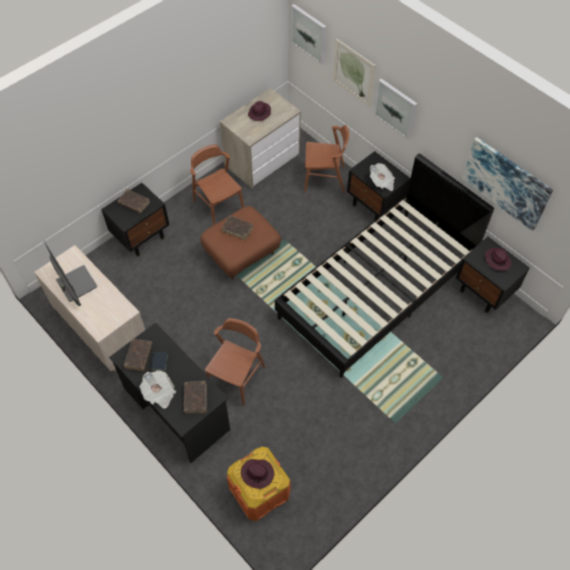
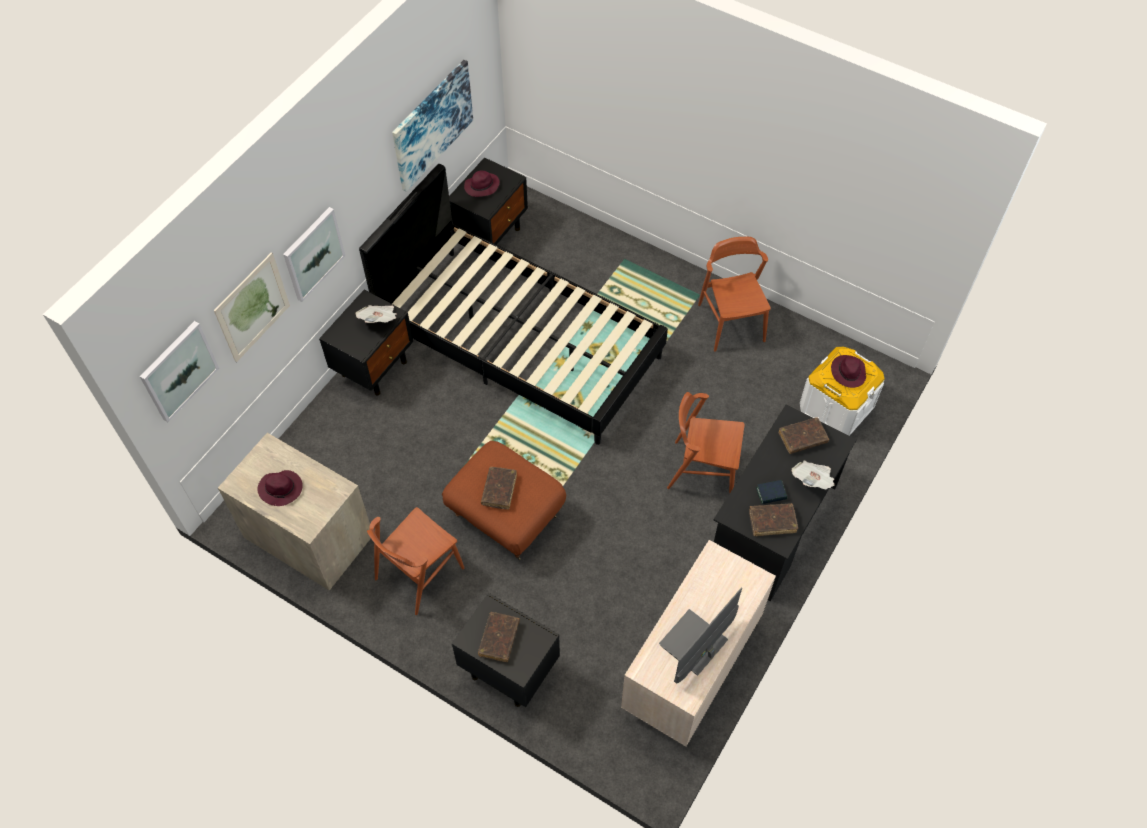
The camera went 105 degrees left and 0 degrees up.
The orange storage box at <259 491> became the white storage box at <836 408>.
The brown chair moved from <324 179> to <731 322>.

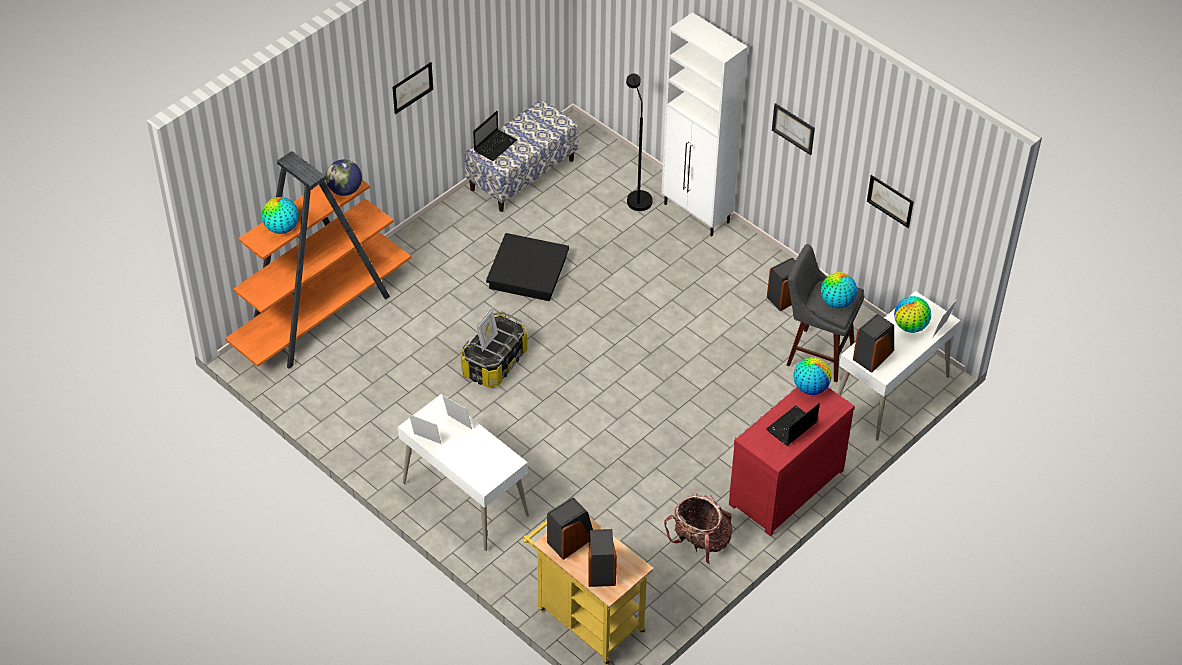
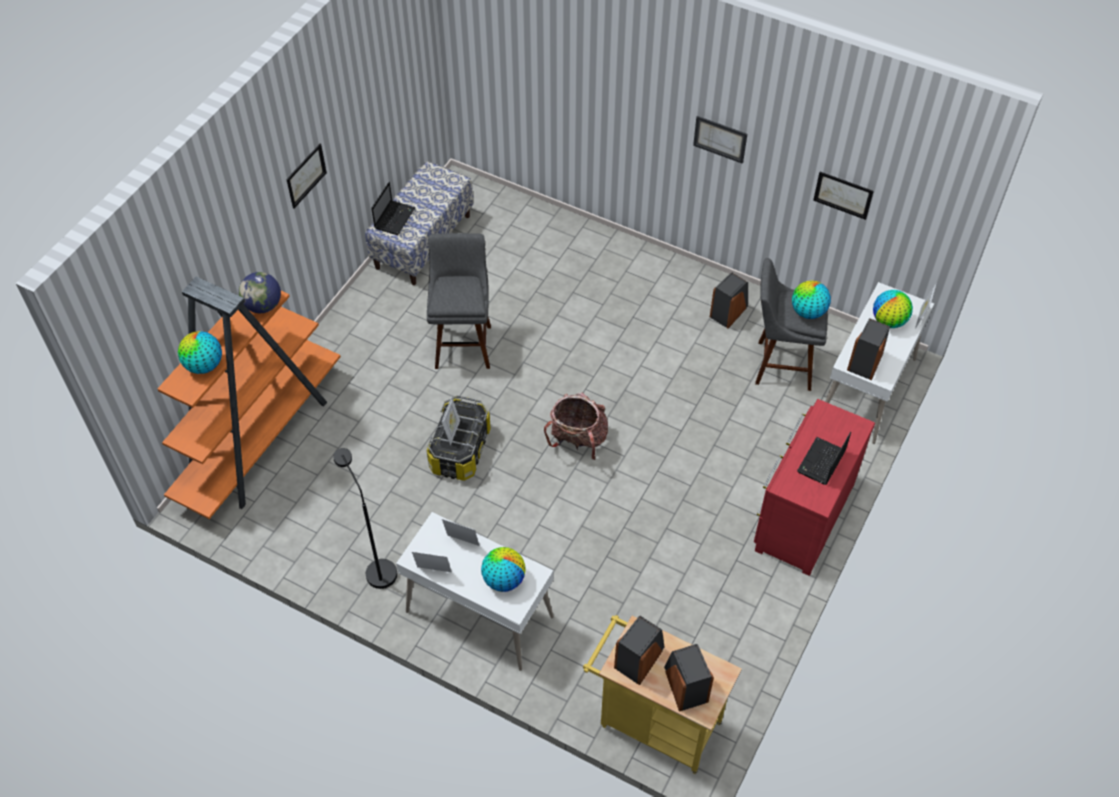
The camera went 15 degrees left and 5 degrees up.
The black storage box at <528 272> was replaced by the grey stool at <463 344>.
The black floor lamp moved from <636 197> to <376 568>.
The white cabinet at <697 214> disappeared.
The backpack moved from <700 542> to <577 440>.
The globe moved from <810 388> to <504 579>.

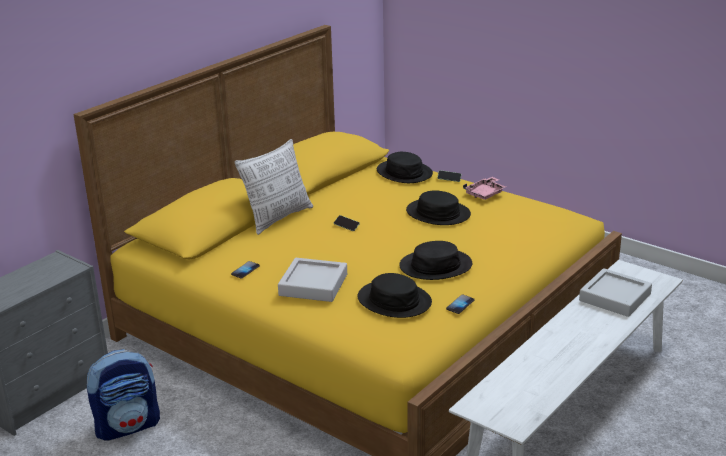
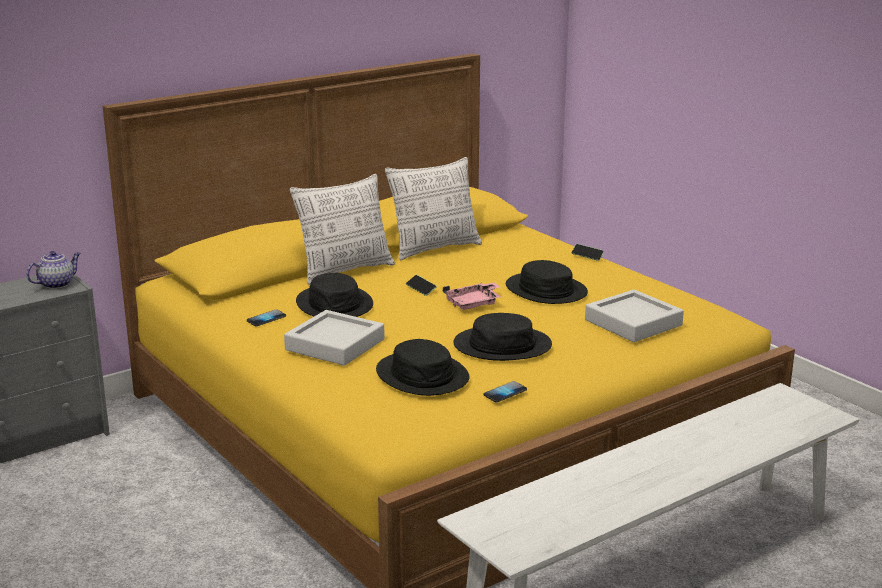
The camera went 15 degrees right and 5 degrees down.
The backpack at <128 426> disappeared.
The black hat moved from <404 172> to <335 304>.
The pink tray moved from <485 194> to <474 303>.
The grey tray moved from <615 297> to <633 323>.
The teapot at <57 284> appeared.
The pillow at <435 248> appeared.

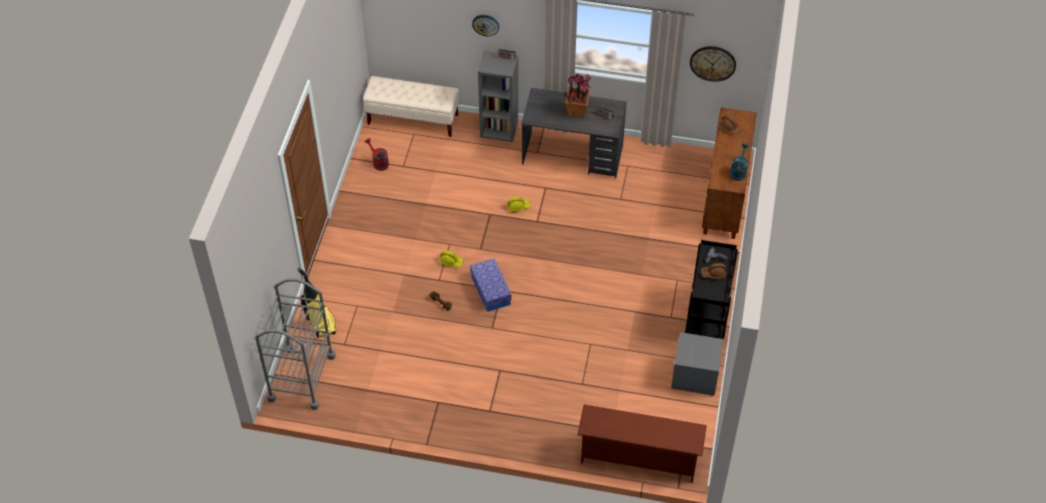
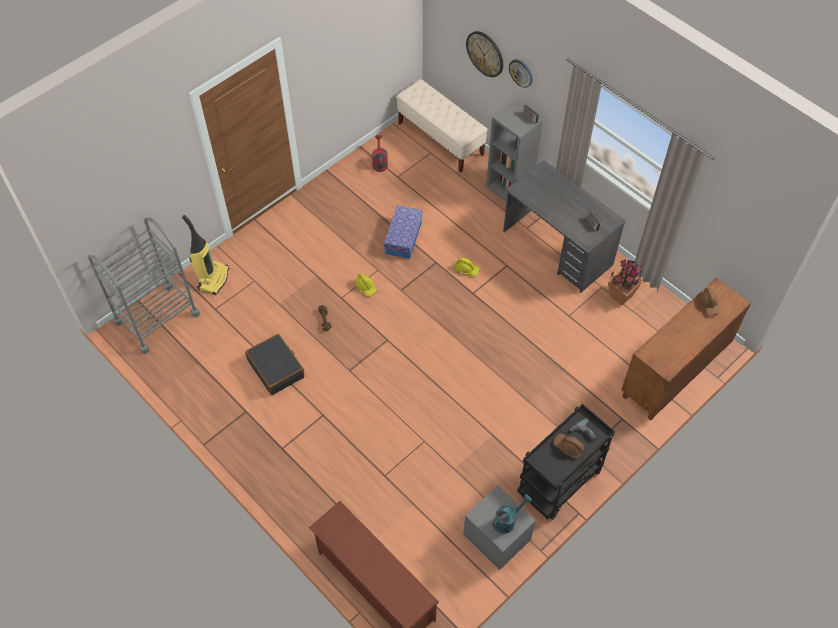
The camera went 35 degrees right and 5 degrees up.
The storage box moved from <490 290> to <403 237>.
The potted plant moved from <577 111> to <621 295>.
The wall clock moved from <713 63> to <485 53>.
The turquoise watering can moved from <738 171> to <507 520>.
The black suitcase at <276 368> appeared.

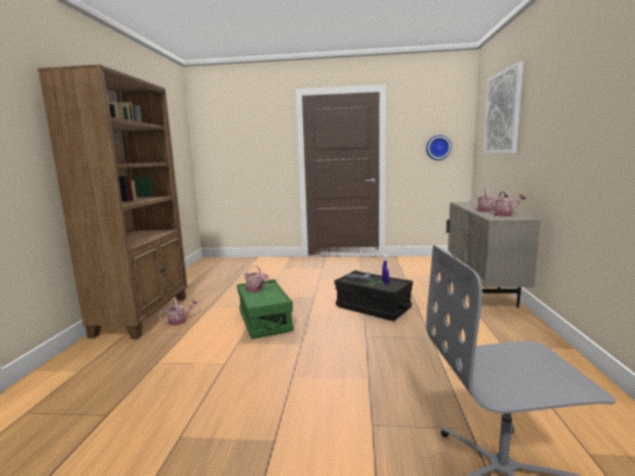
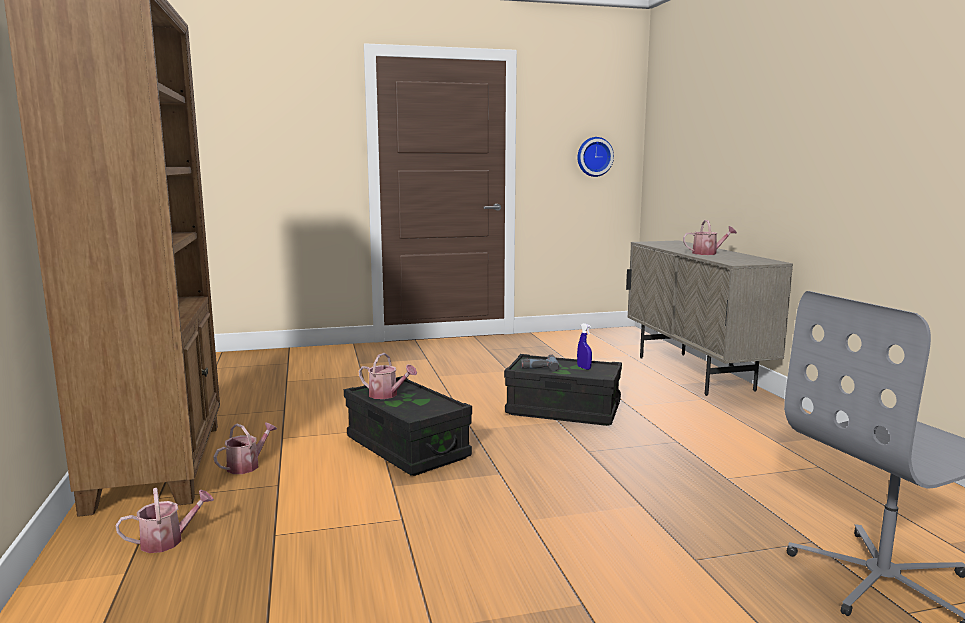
The camera went 20 degrees left and 0 degrees up.
The green storage box at <264 321> became the black storage box at <407 448>.
The picture at <502 113> disappeared.
The watering can moved from <505 215> to <168 540>.

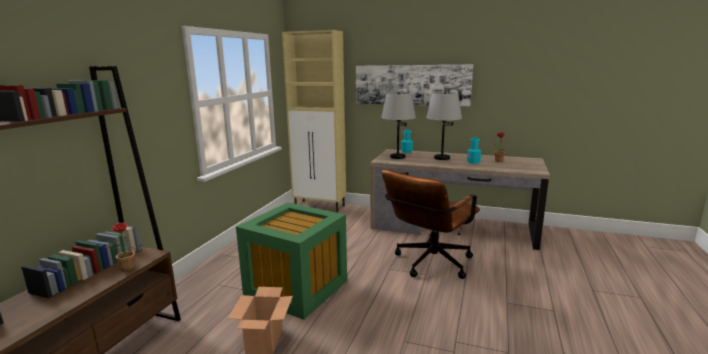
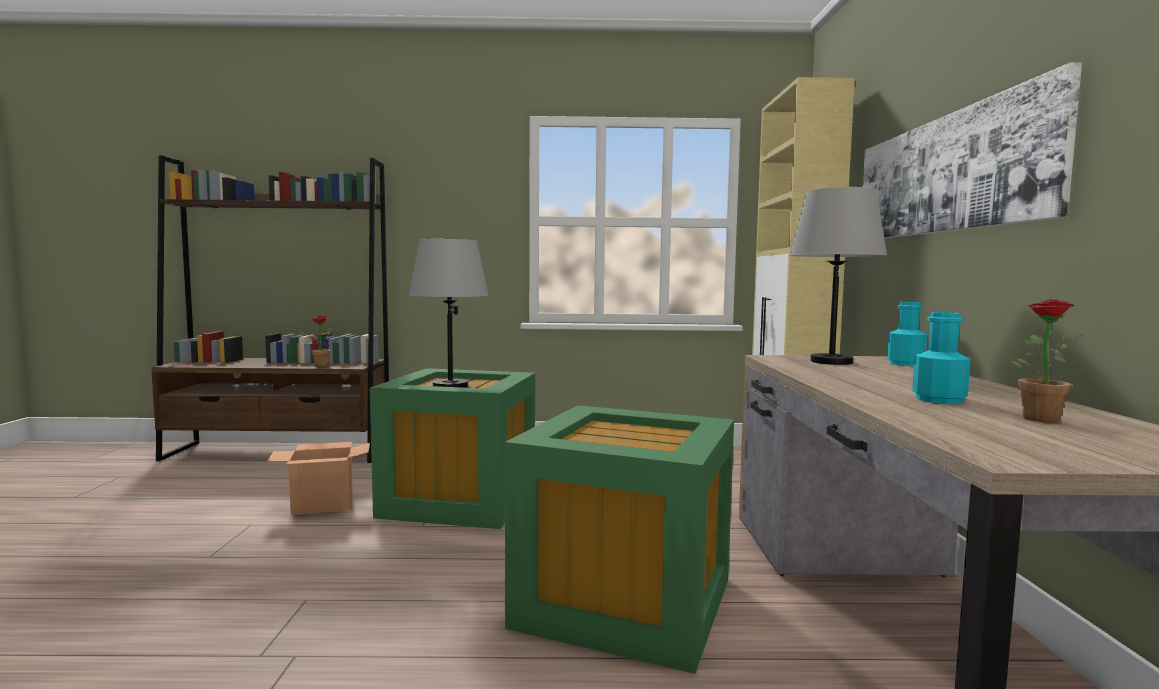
The camera went 70 degrees right and 10 degrees down.
The brown office chair at <429 264> was replaced by the green storage box at <623 600>.
The grey table lamp moved from <441 158> to <449 386>.

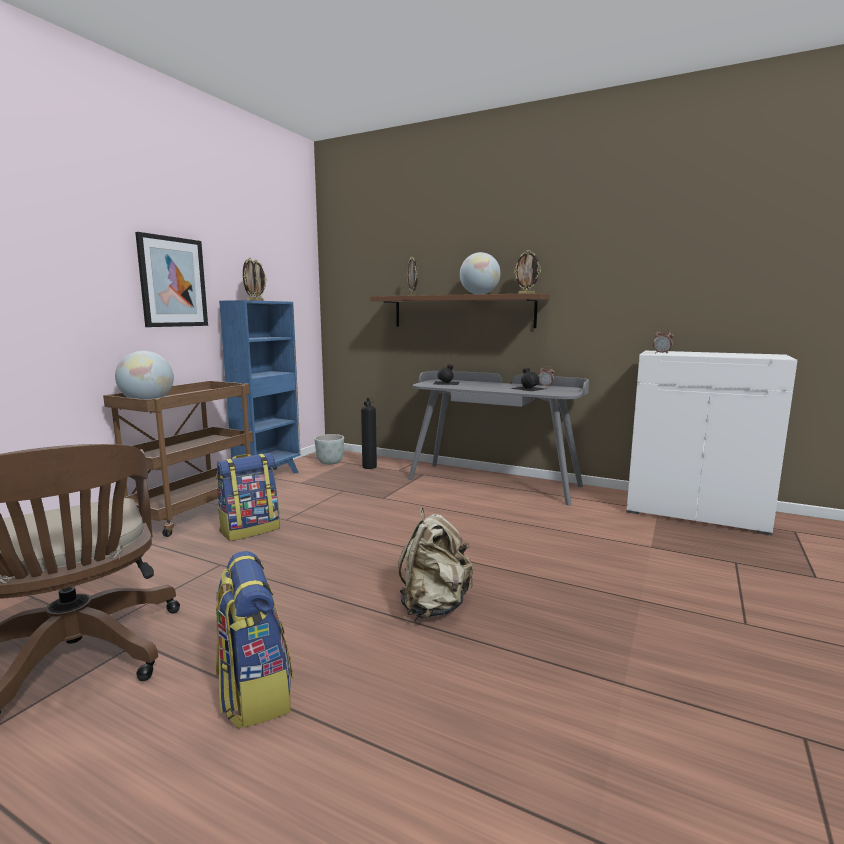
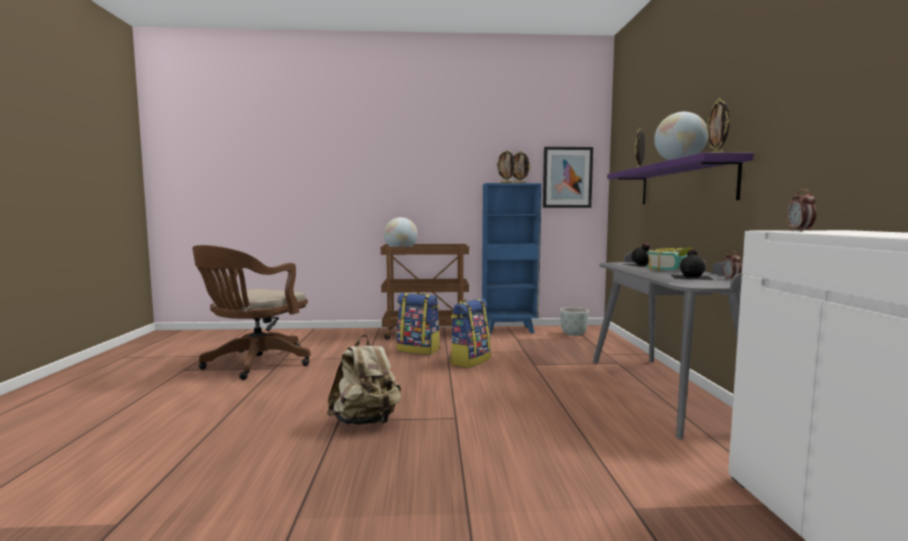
The camera went 60 degrees right and 5 degrees down.
The picture moved from <172 282> to <567 177>.
The backpack moved from <254 692> to <469 361>.
The fire extinguisher at <369 466> disappeared.
The brown shelf at <462 311> became the purple shelf at <683 184>.
The book at <672 270> appeared.

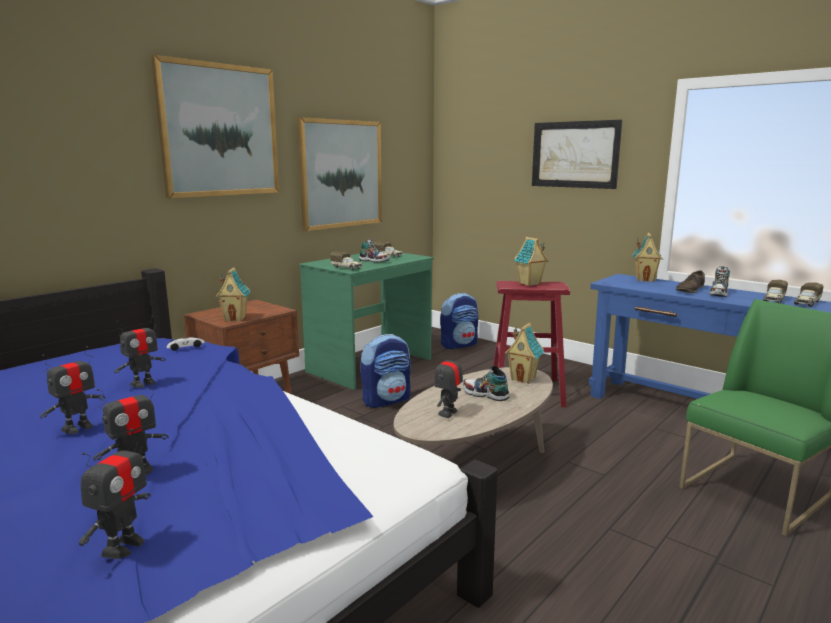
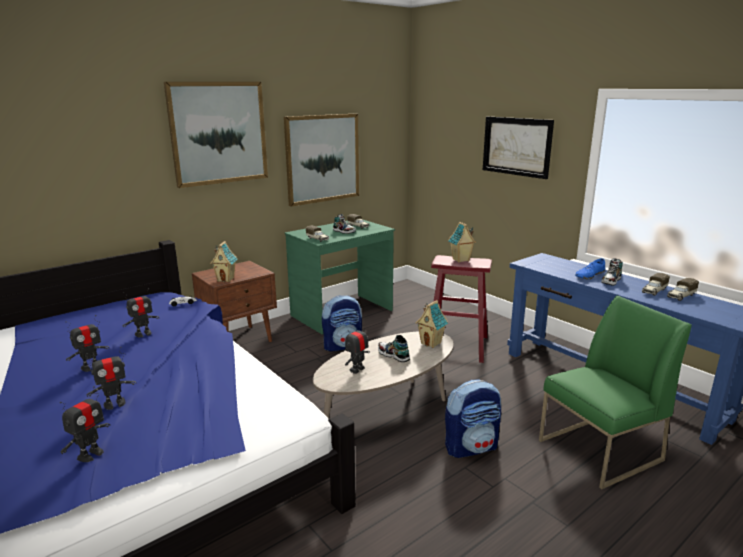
The camera went 10 degrees right and 5 degrees up.
The backpack moved from <459 345> to <471 447>.
The toy house at <645 280> disappeared.
The brown shoe at <690 290> became the blue shoe at <589 275>.

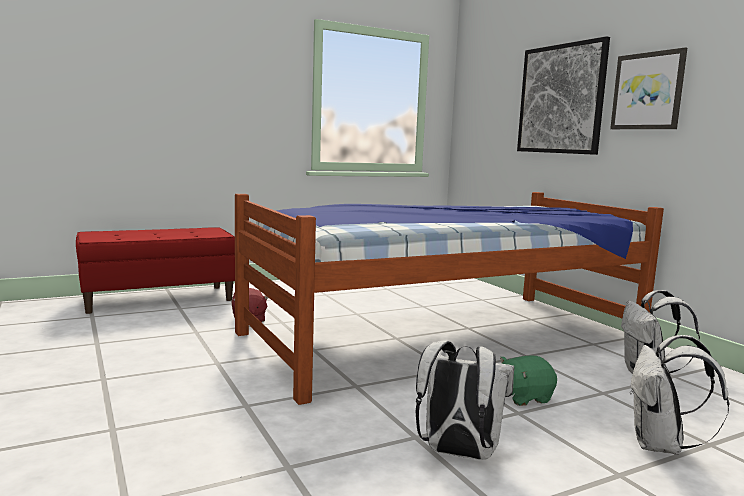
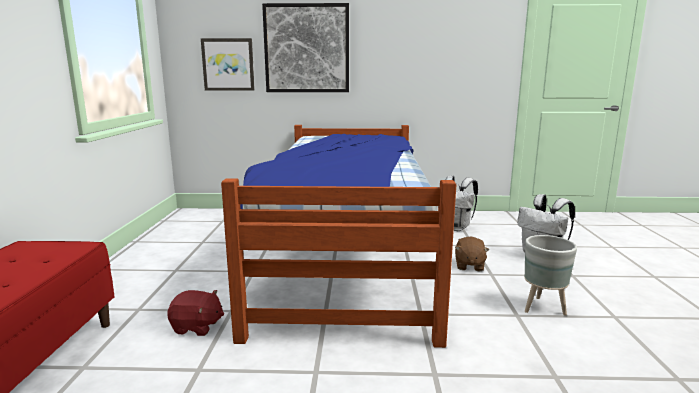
The camera went 60 degrees left and 5 degrees up.
The white backpack at <457 453> was replaced by the grey planter at <543 308>.
The green plush toy at <523 397> became the brown plush toy at <469 266>.
The picture moved from <648 91> to <228 64>.

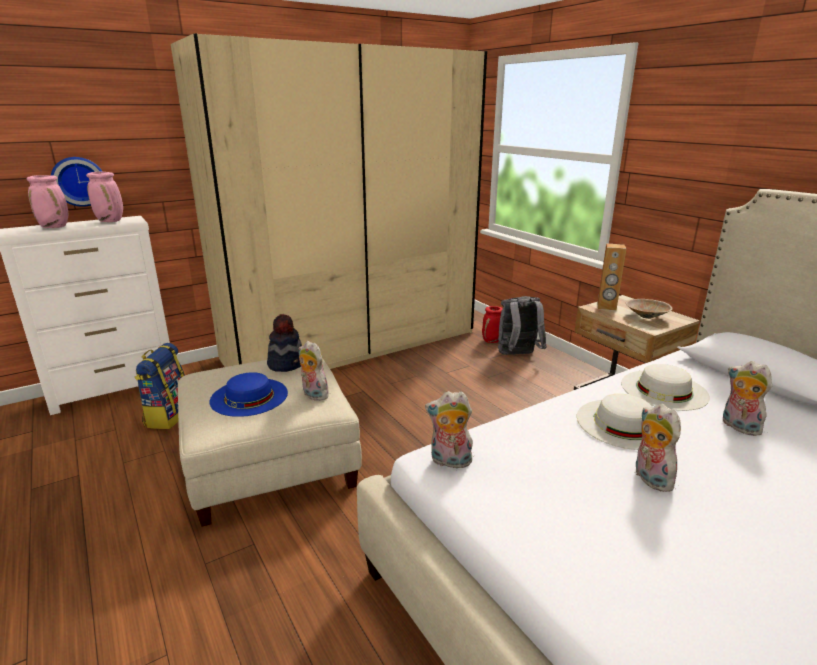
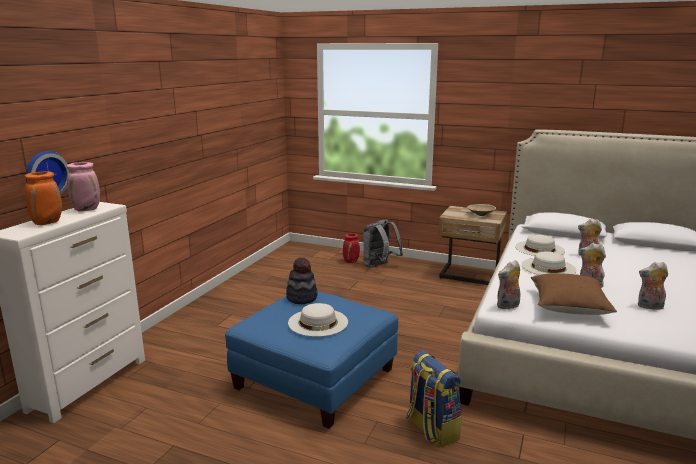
The camera went 35 degrees left and 5 degrees down.
The pink vase at <55 227> became the orange vase at <48 223>.
The backpack moved from <168 415> to <431 429>.
The beige wardrobe at <352 345> disappeared.
The beige ottoman at <271 462> became the blue ottoman at <315 378>.
The blue hat at <249 396> became the white hat at <318 322>.
The plush toy moved from <313 395> to <650 307>.
The brown speaker at <606 307> disappeared.
The brown pillow at <568 307> appeared.

